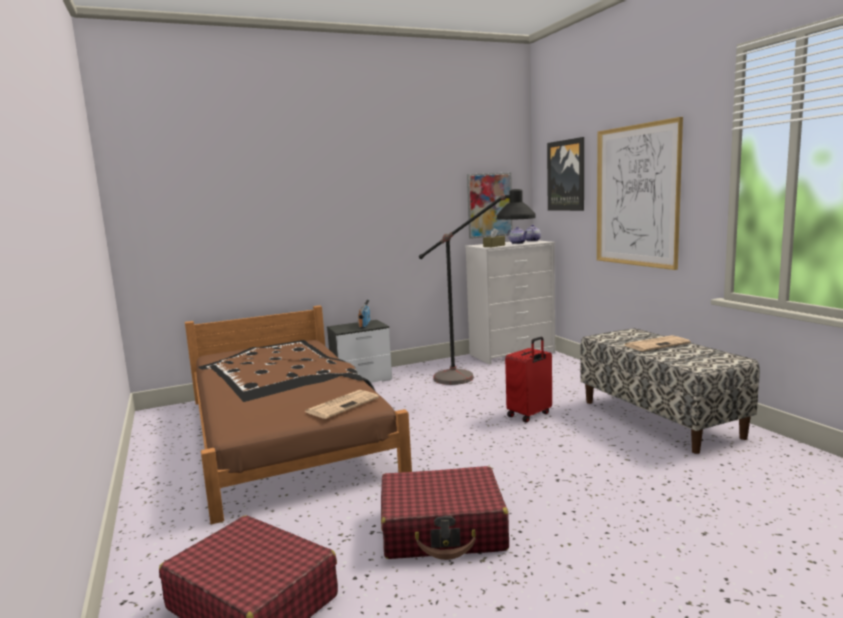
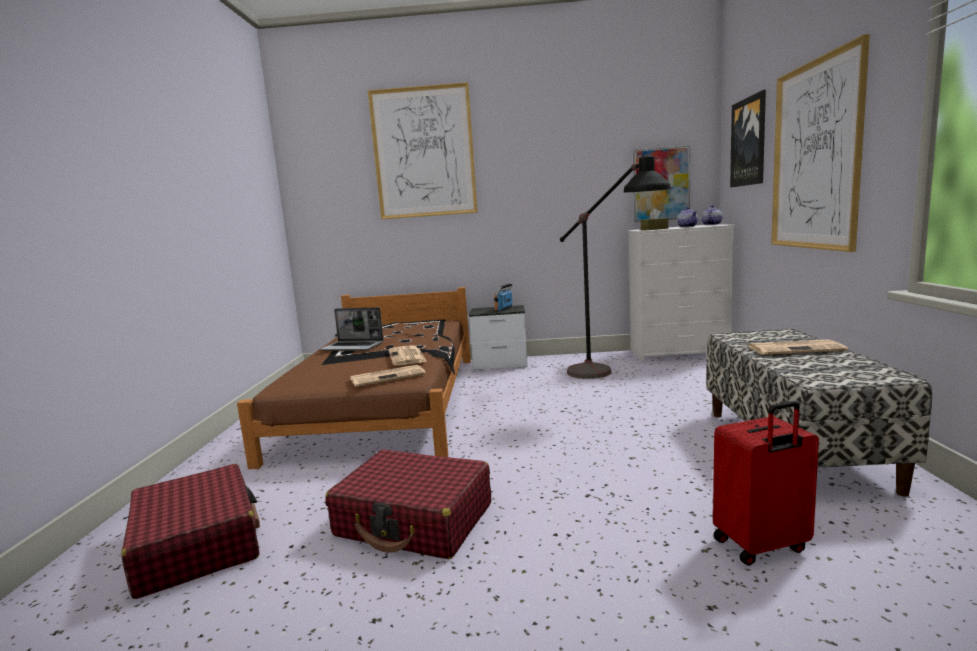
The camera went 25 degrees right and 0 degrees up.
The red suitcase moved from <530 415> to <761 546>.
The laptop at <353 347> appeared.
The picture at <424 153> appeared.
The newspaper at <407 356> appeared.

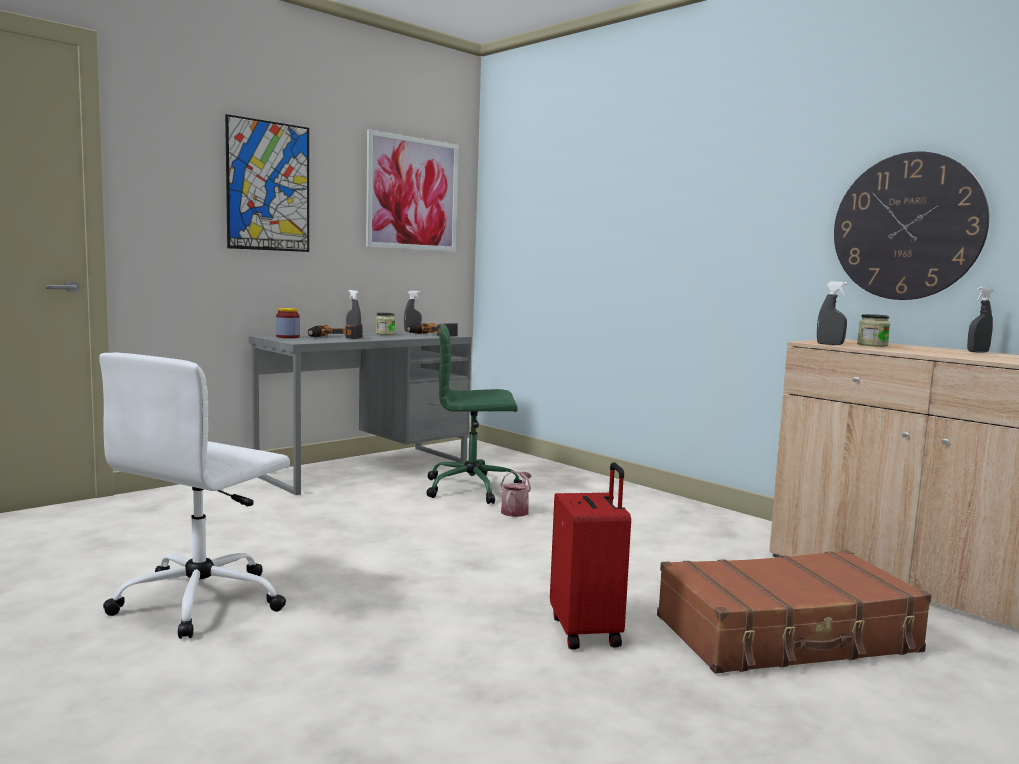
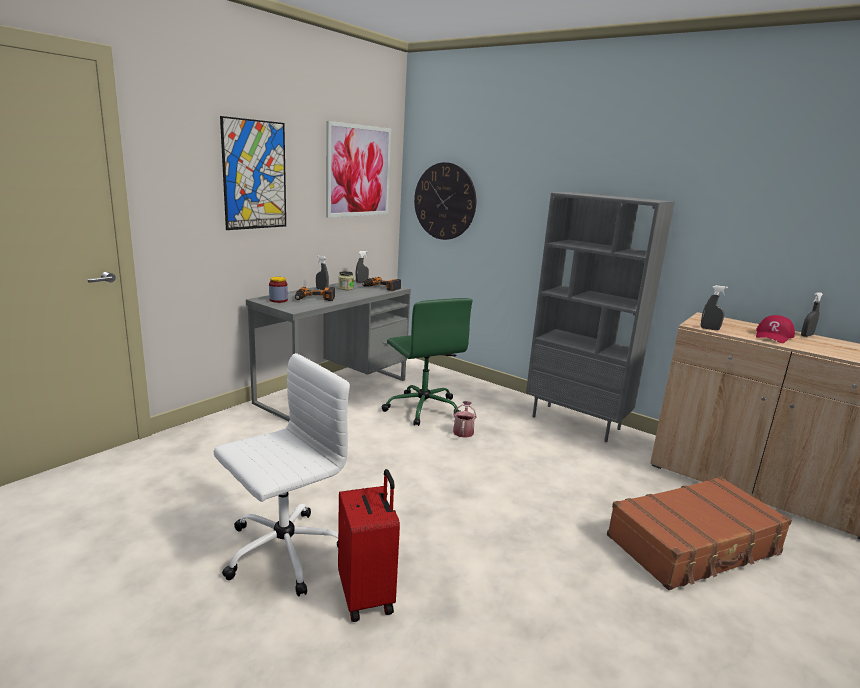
The camera went 10 degrees left and 10 degrees up.
The white office chair at <203 600> turned 150 degrees counterclockwise.
The green office chair at <473 488> turned 105 degrees counterclockwise.
The red suitcase moved from <587 631> to <367 595>.
The wall clock moved from <907 227> to <444 201>.
The jar at <872 345> disappeared.
The grey bookcase at <576 422> appeared.
The red cap at <773 336> appeared.

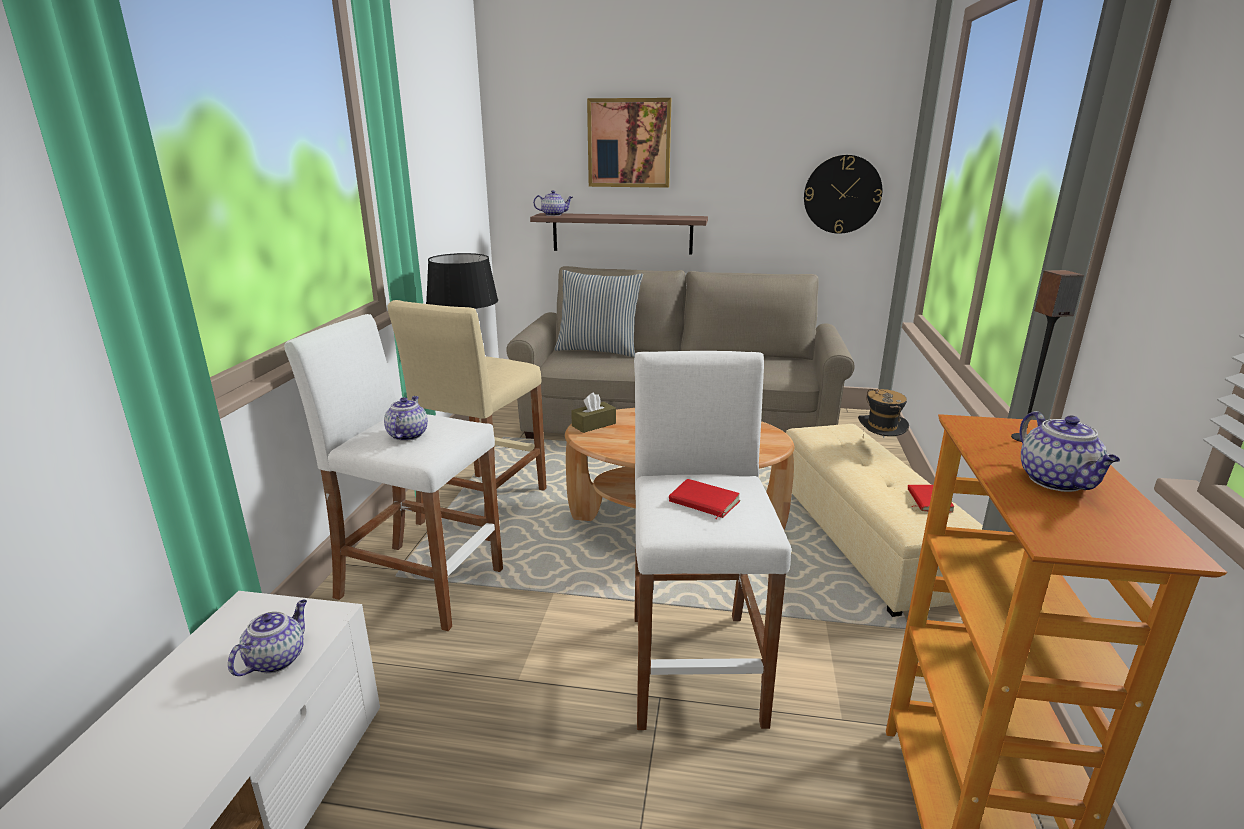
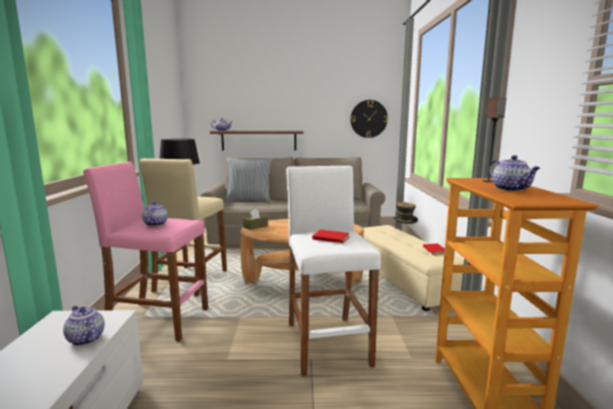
The camera went 10 degrees left and 10 degrees down.
The teapot at <276 659> turned 60 degrees counterclockwise.
The white stool at <419 583> became the pink stool at <158 320>.
The picture at <629 143> disappeared.

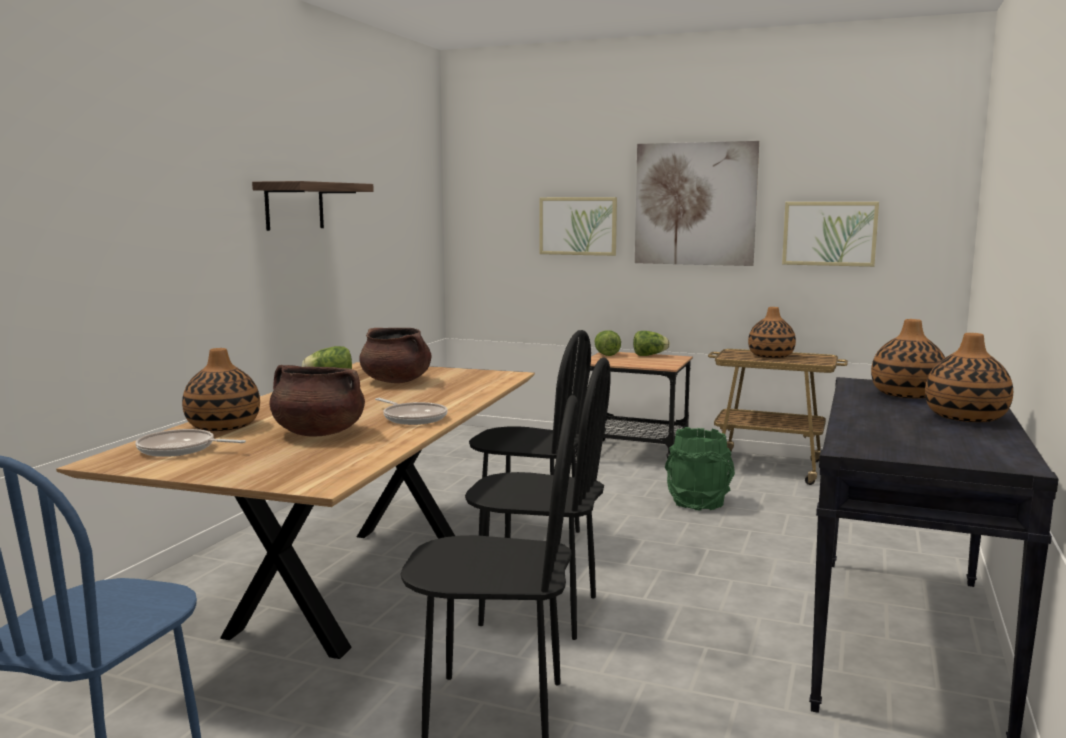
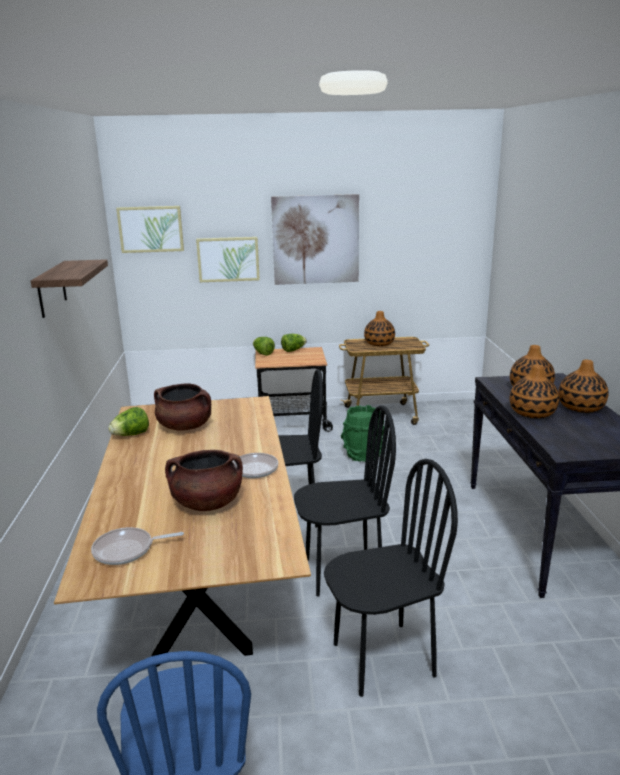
The camera went 25 degrees left and 10 degrees up.
The vase moved from <223 426> to <532 413>.
The picture moved from <829 233> to <151 229>.

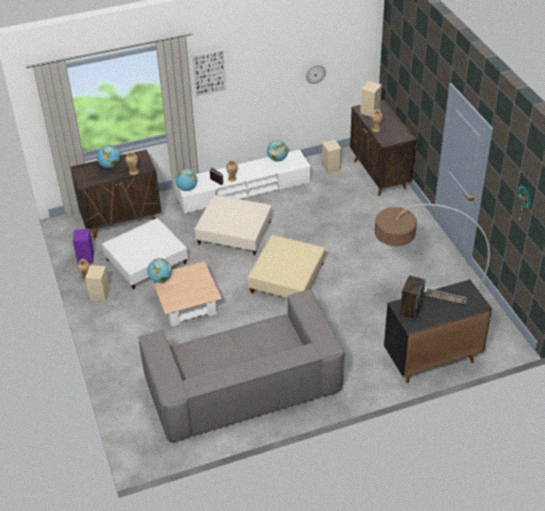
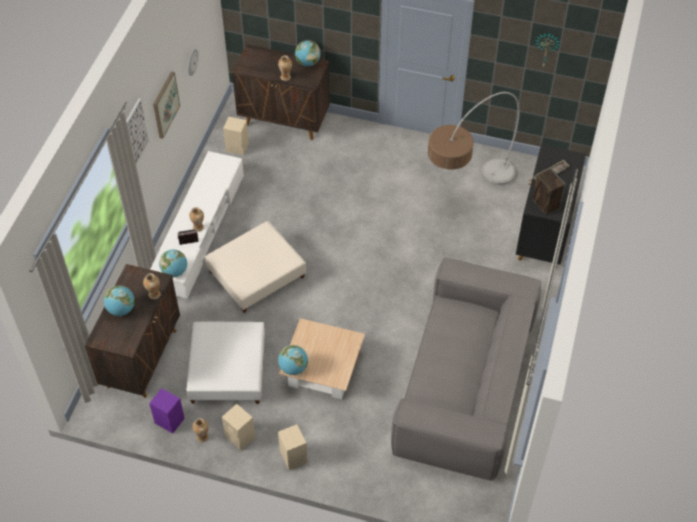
The camera went 55 degrees left and 10 degrees up.
The beige ottoman at <287 278> disappeared.
The globe moved from <277 159> to <308 63>.
The beige speaker moved from <370 111> to <293 456>.
The picture at <165 104> appeared.

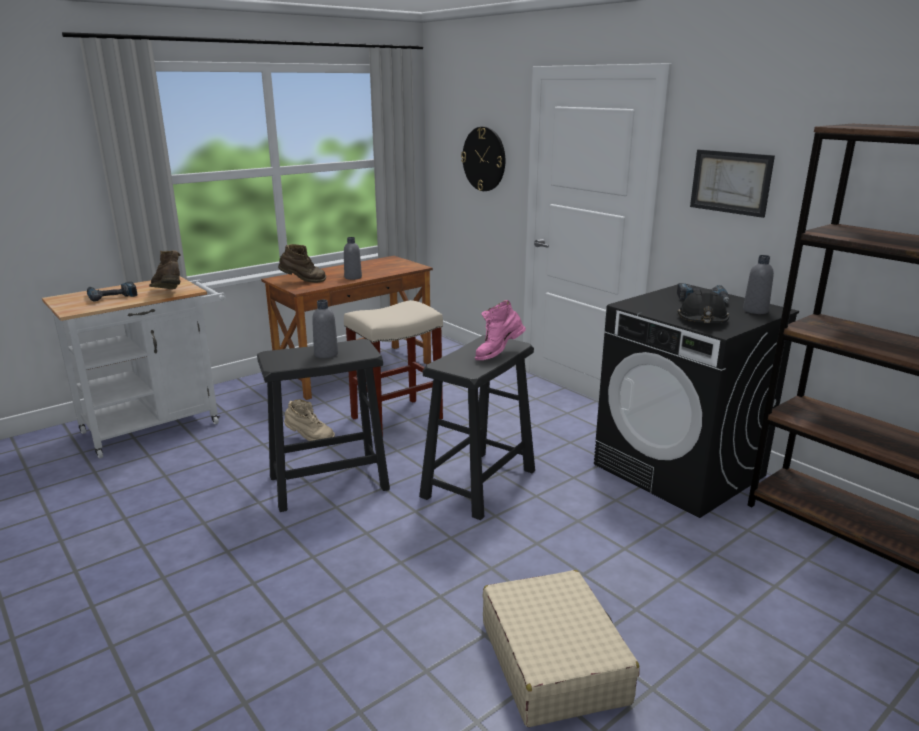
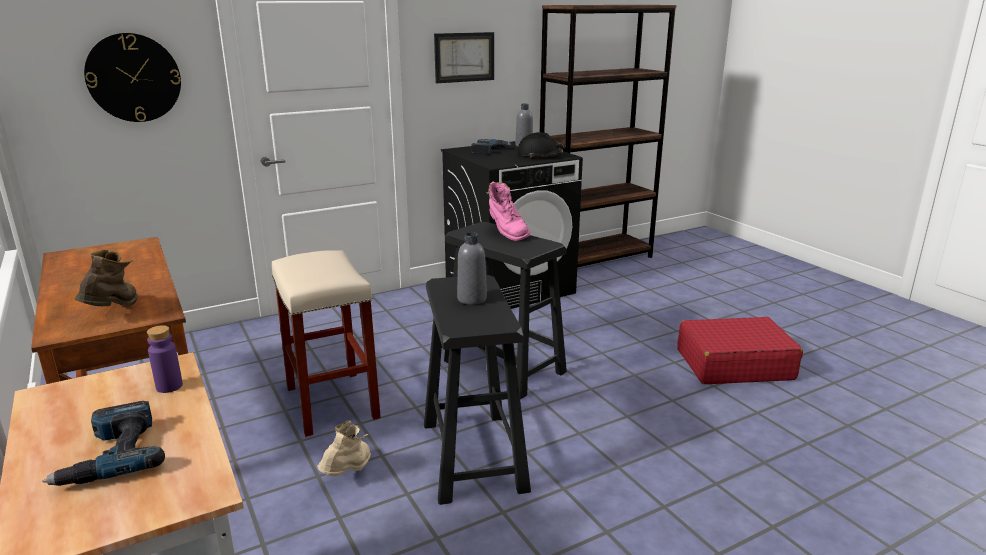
The camera went 80 degrees left and 0 degrees up.
The brown boot at <169 293> was replaced by the purple bottle at <169 386>.
The grey bottle at <353 277> disappeared.
The beige suitcase at <553 661> became the red suitcase at <733 364>.

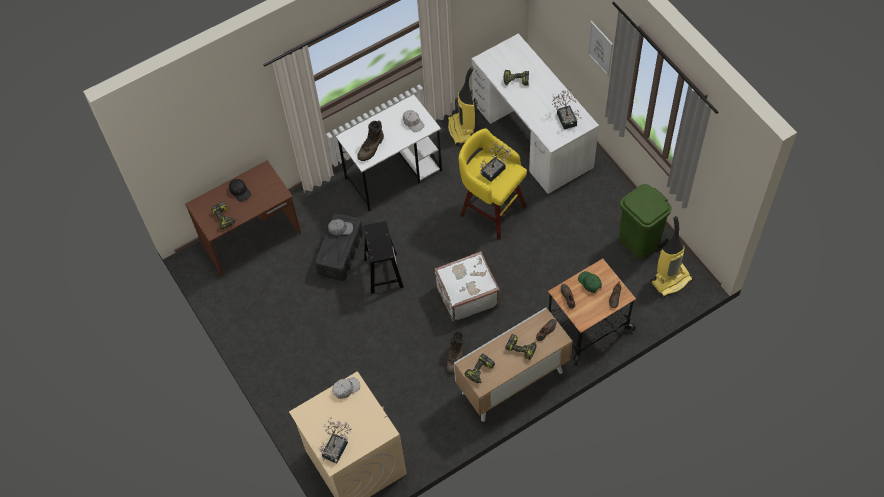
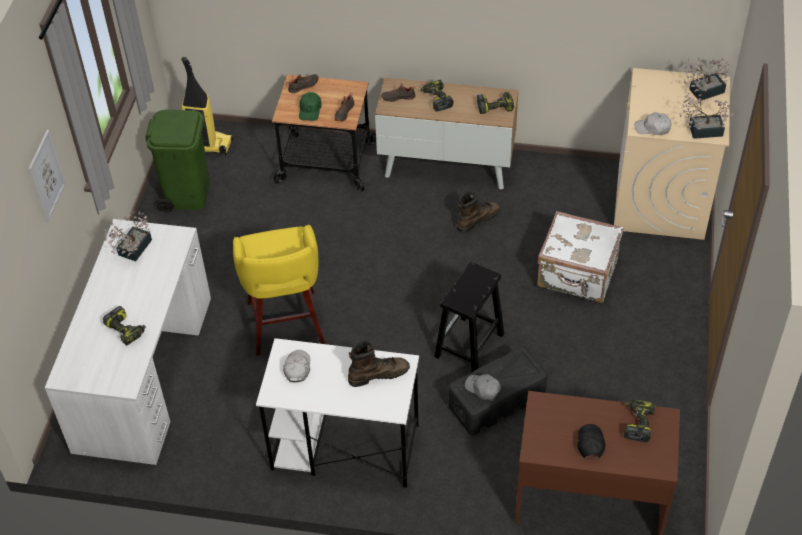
The camera went 140 degrees left and 10 degrees down.
The white suitcase moved from <466 295> to <577 275>.
The vacuum cleaner at <462 130> disappeared.
The potted plant moved from <495 169> to <701 130>.

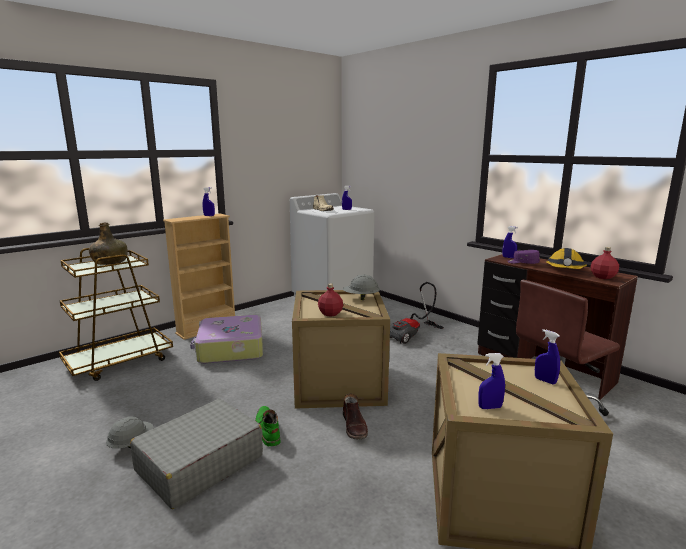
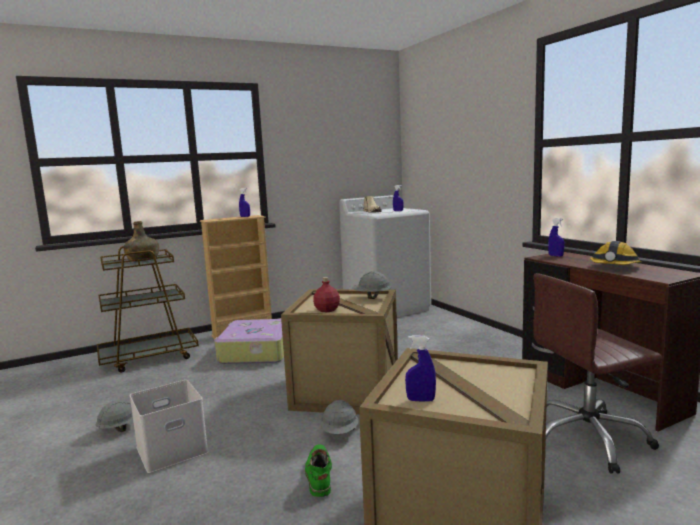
The camera went 15 degrees right and 5 degrees down.
The grey suitcase at <199 463> was replaced by the white storage box at <170 451>.
The green boot moved from <267 430> to <318 475>.
The brown boot at <355 426> was replaced by the grey hard hat at <340 433>.
The vacuum cleaner at <413 336> disappeared.
The purple cap at <523 263> disappeared.
The blue spray bottle at <545 381> disappeared.
The red bottle at <602 277> disappeared.

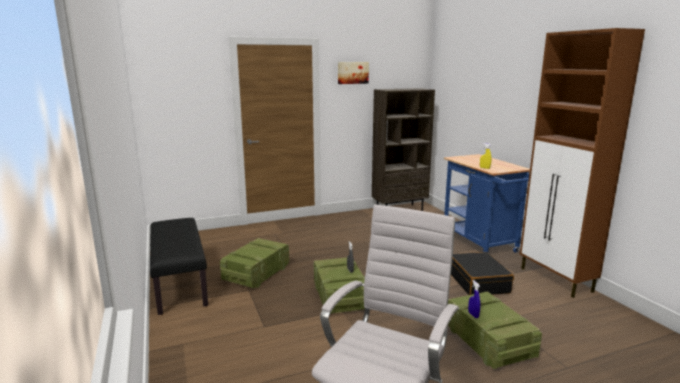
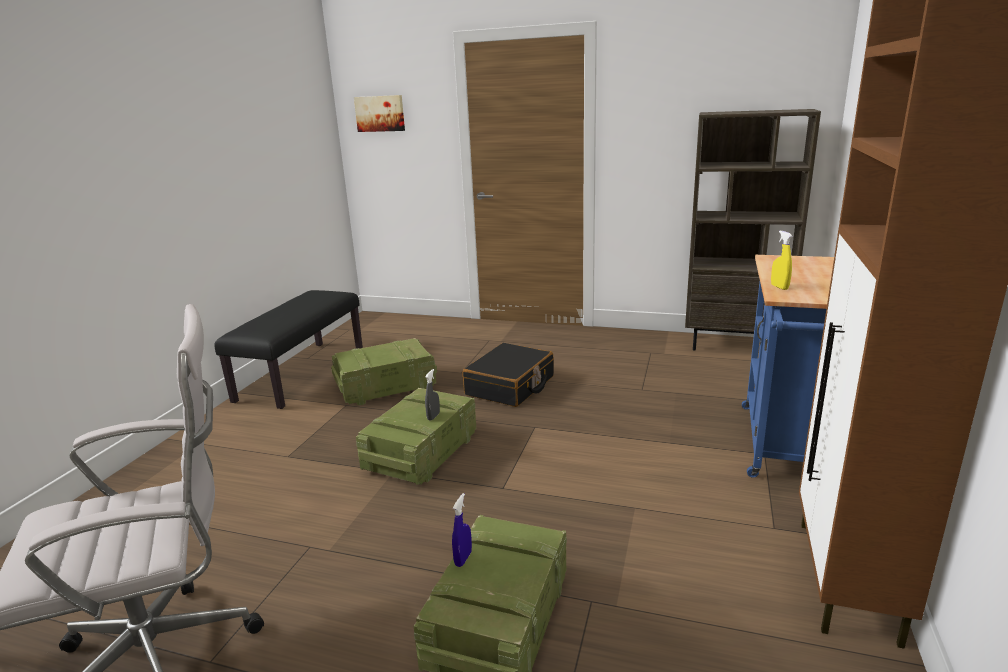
The camera went 40 degrees right and 5 degrees up.
The picture moved from <352 72> to <380 113>.
The black suitcase moved from <478 282> to <510 386>.

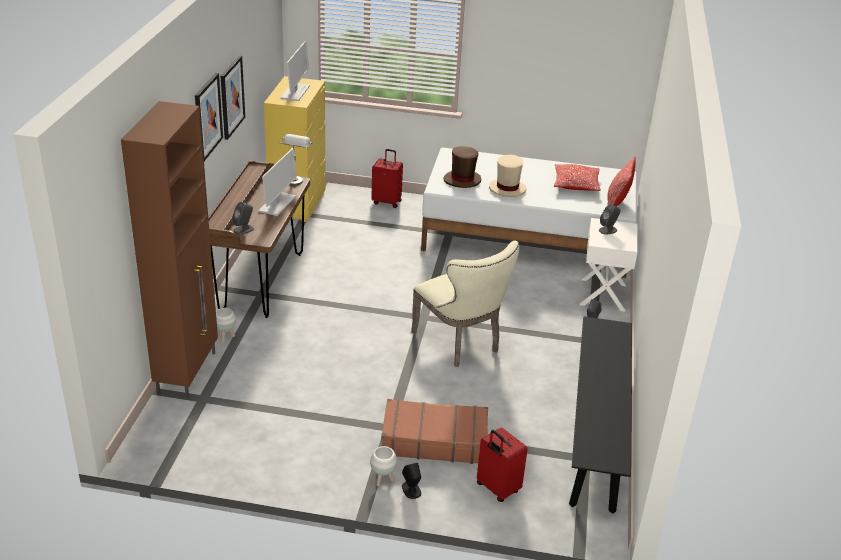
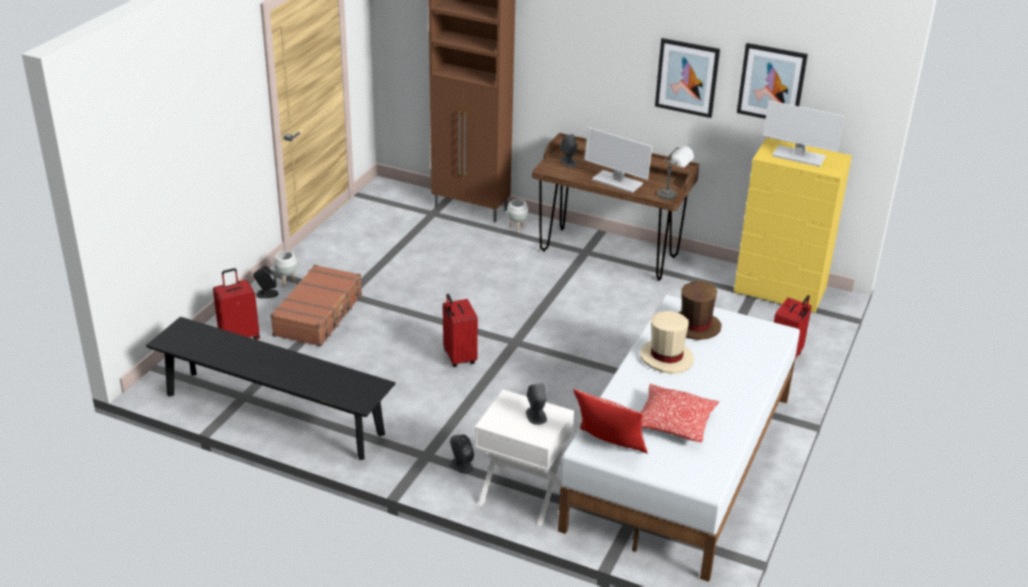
The camera went 105 degrees right and 0 degrees up.
The picture moved from <207 117> to <771 83>.
The beige chair at <460 343> was replaced by the red suitcase at <458 358>.

